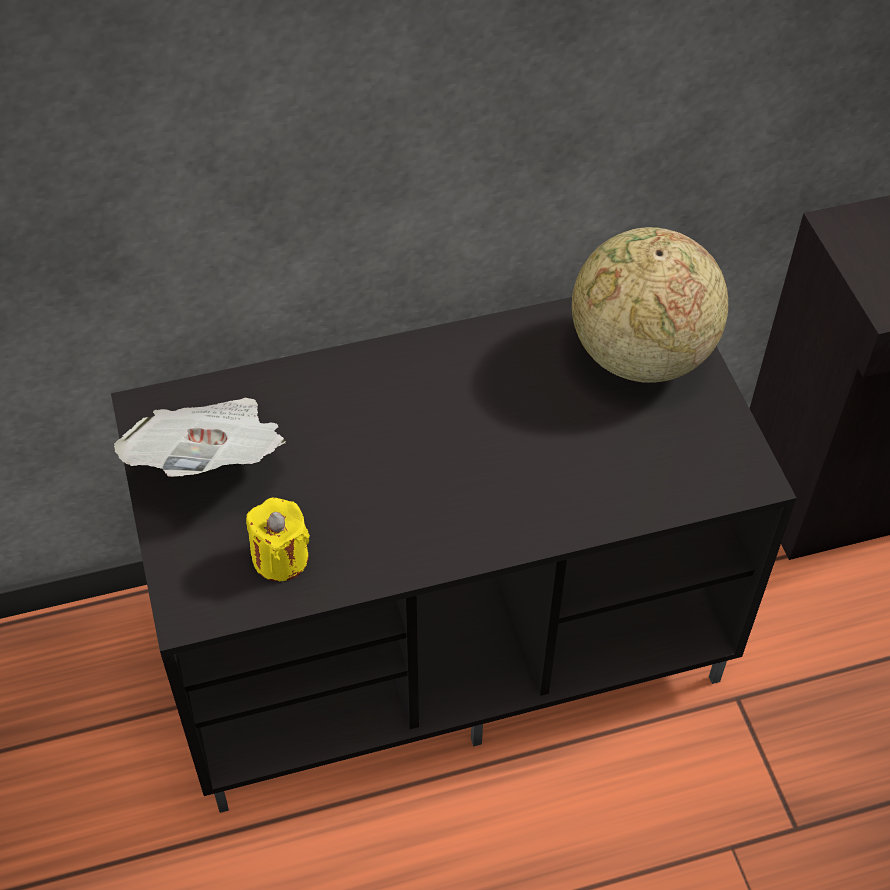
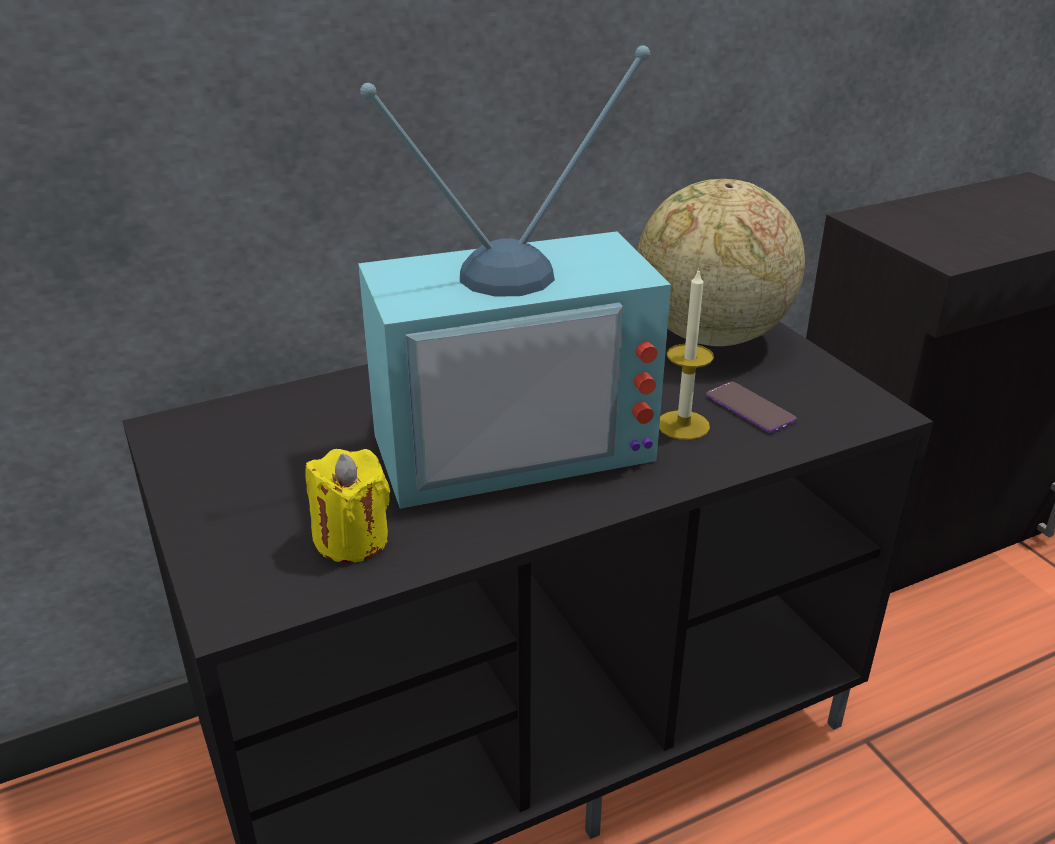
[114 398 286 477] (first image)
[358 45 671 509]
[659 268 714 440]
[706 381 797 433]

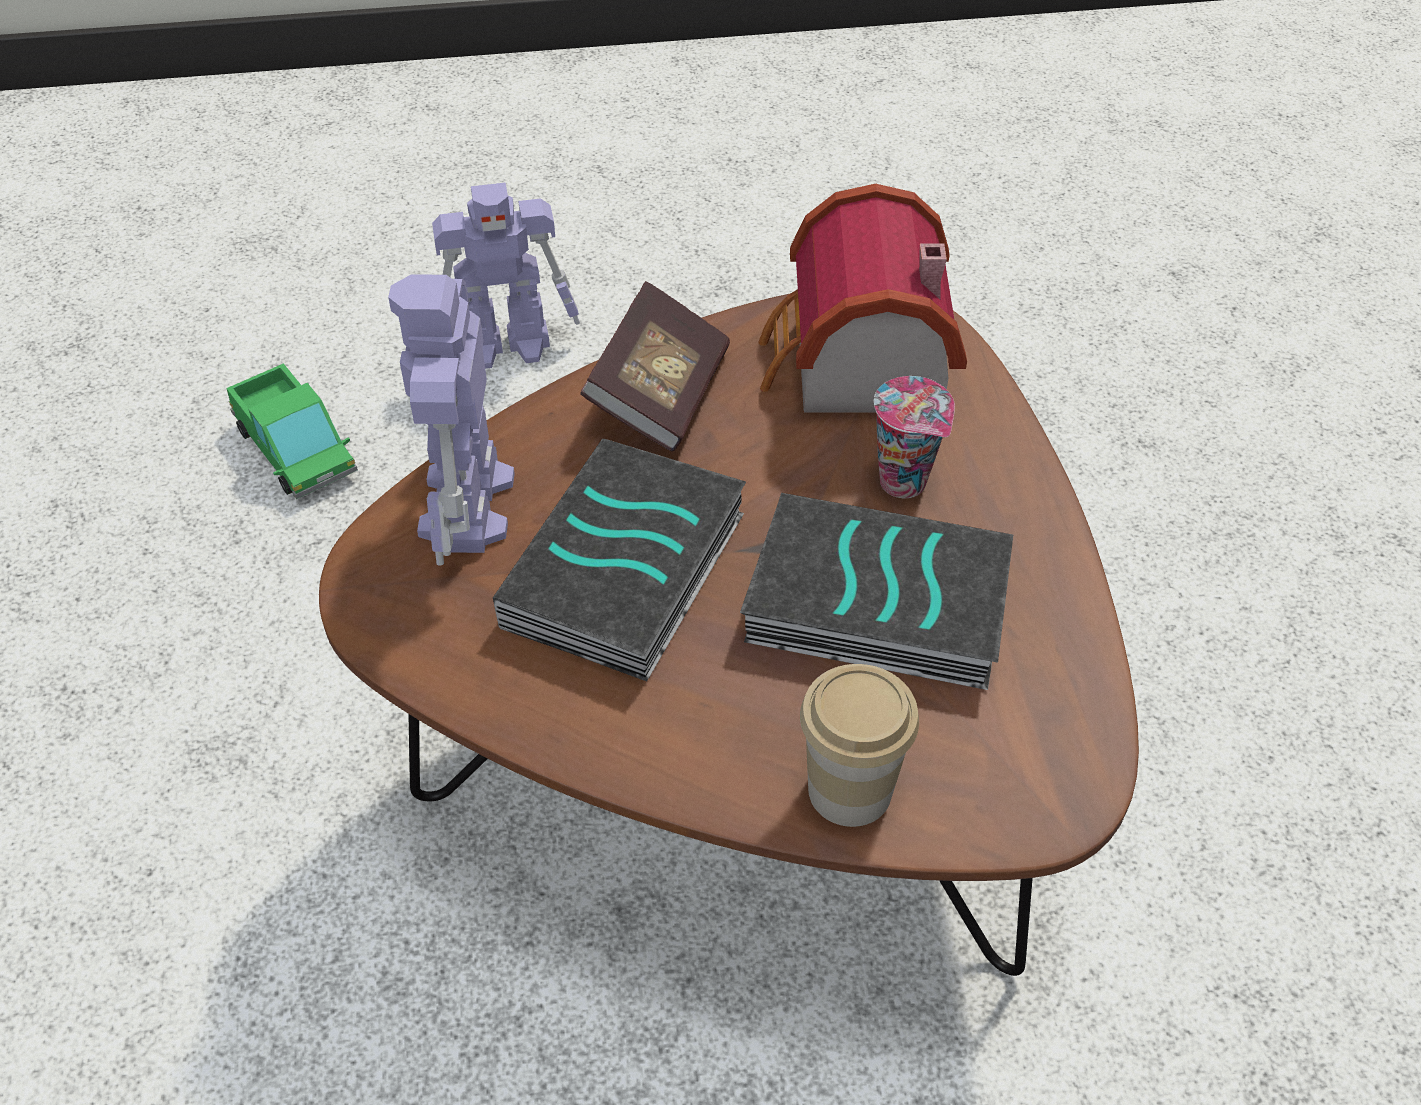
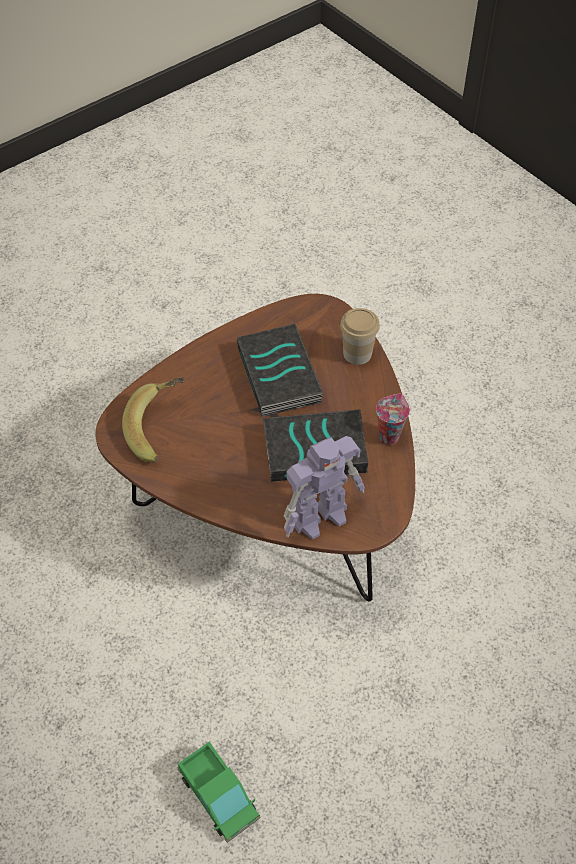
[432 182 580 369] (first image)
[122 377 184 462]
[580 281 730 451] (first image)
[178 742 261 843]
[376 394 410 445]

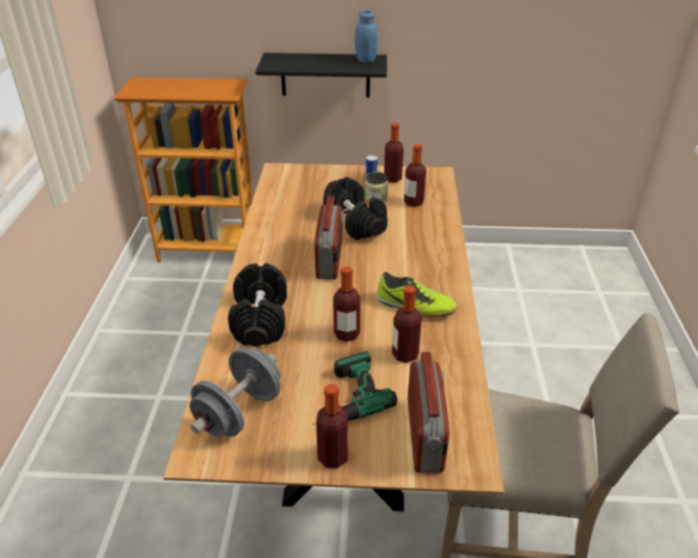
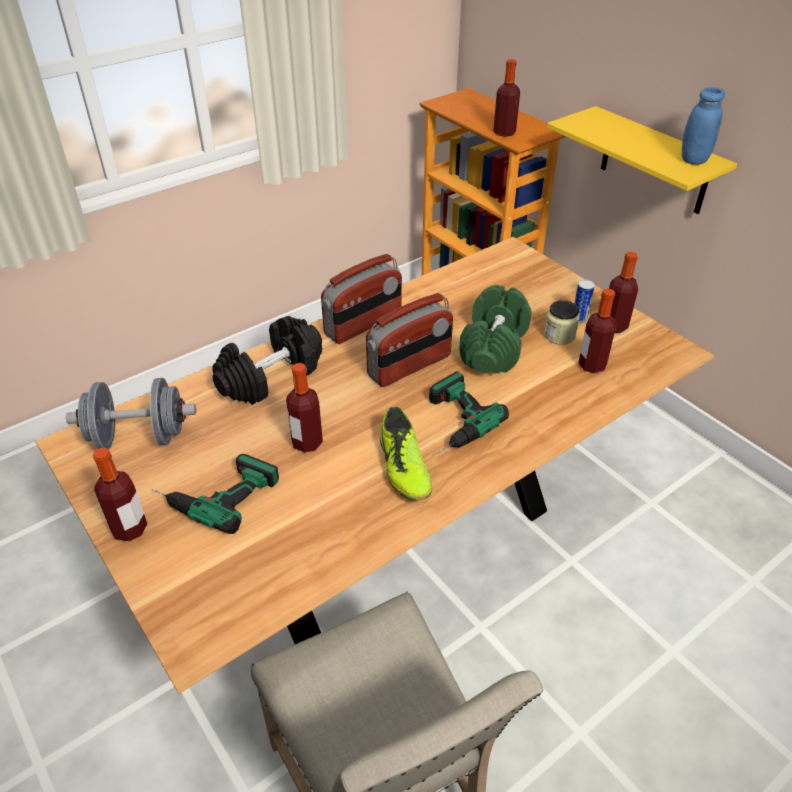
[547 106 737 214]
[459 285 532 373]
[493 59 520 137]
[321 254 402 344]
[429 371 509 454]

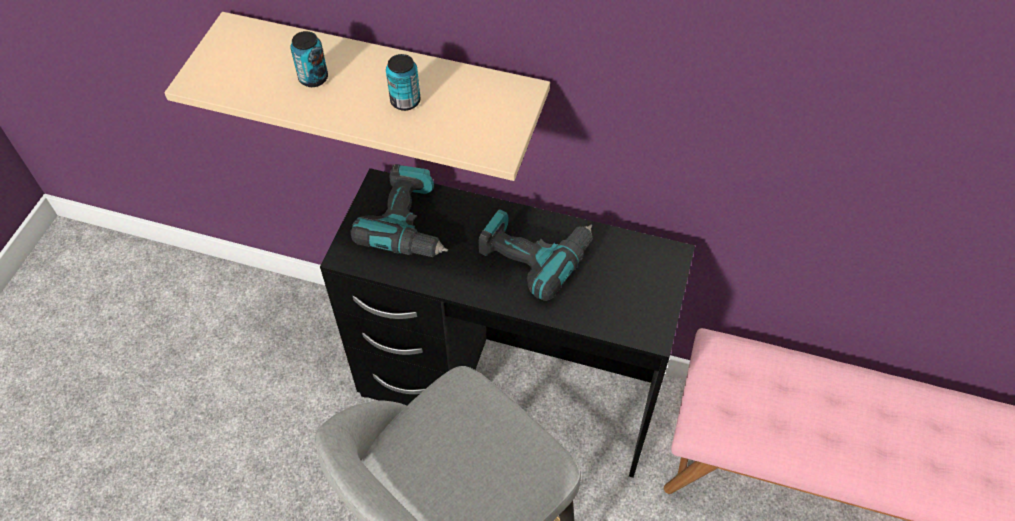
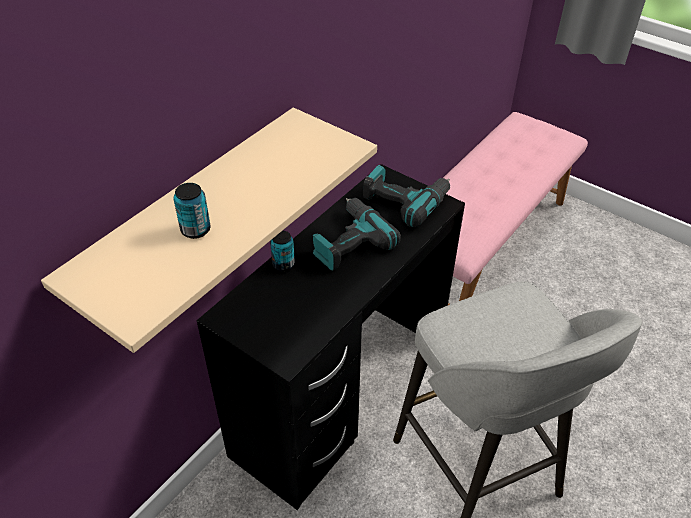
[270 231 295 271]
[363 165 450 227]

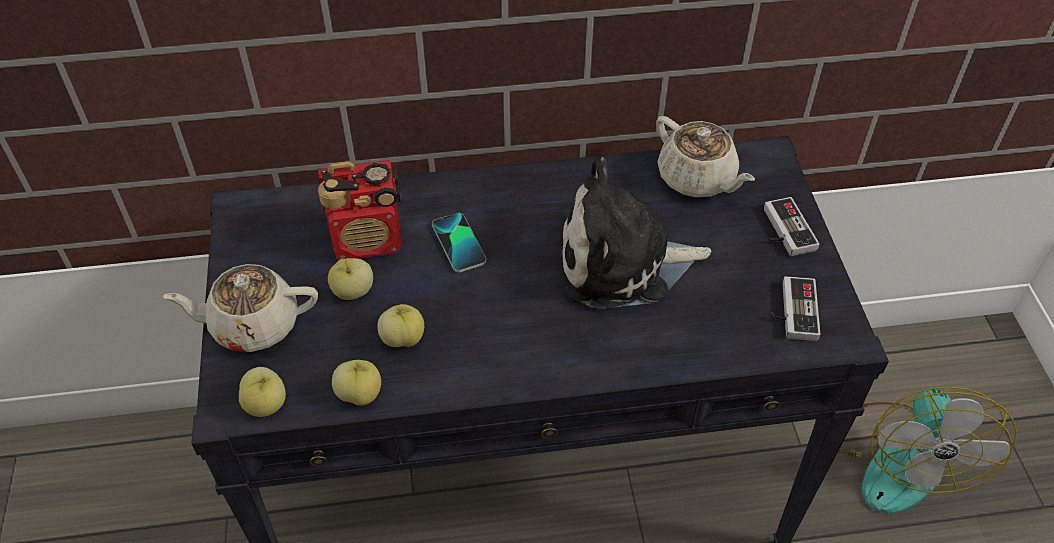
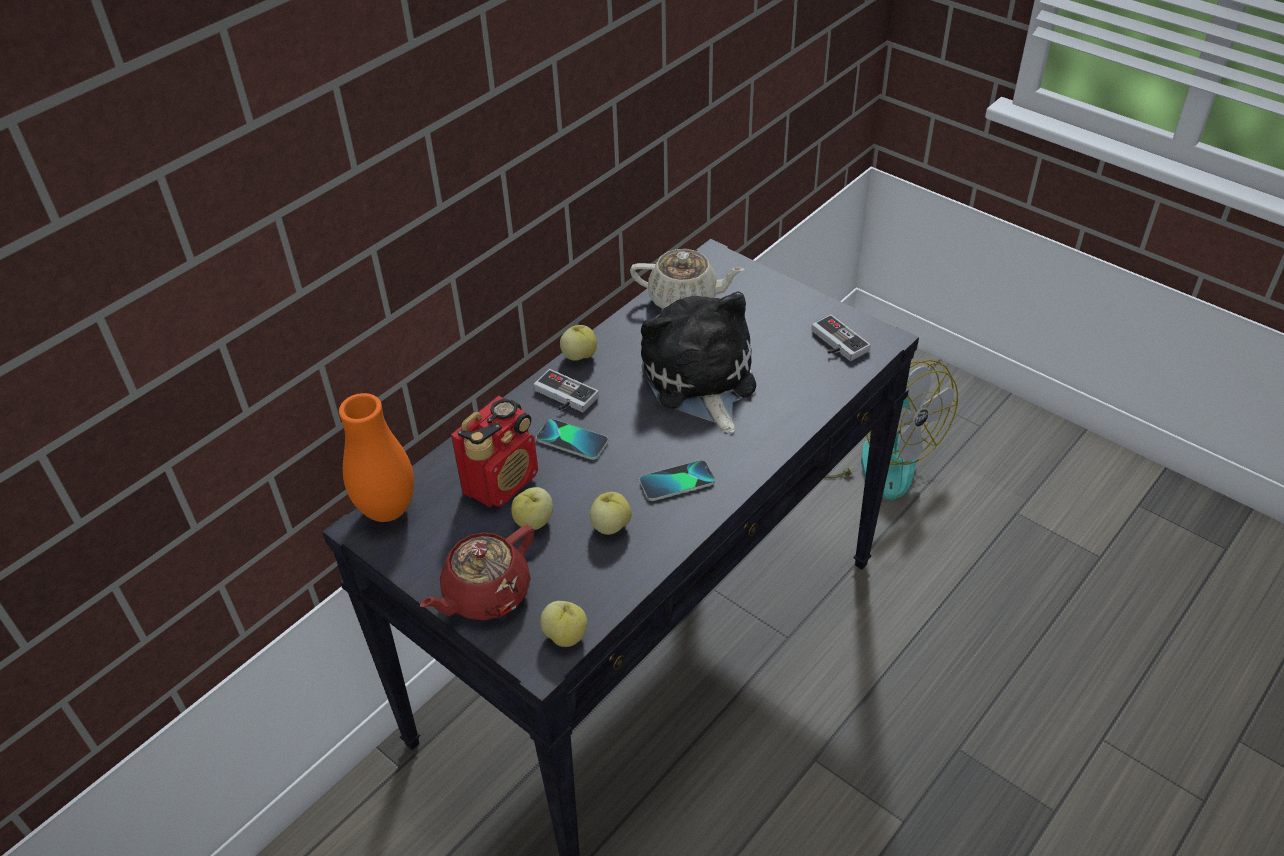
[641 291 756 433]
[534 369 599 412]
[420 525 534 620]
[560 325 597 361]
[339 393 414 522]
[640 460 715 501]

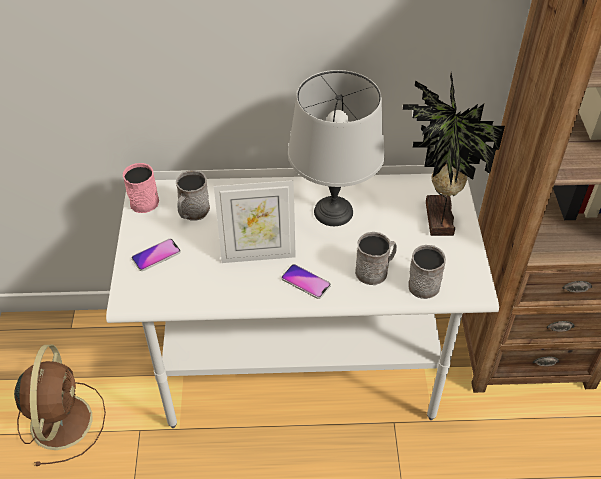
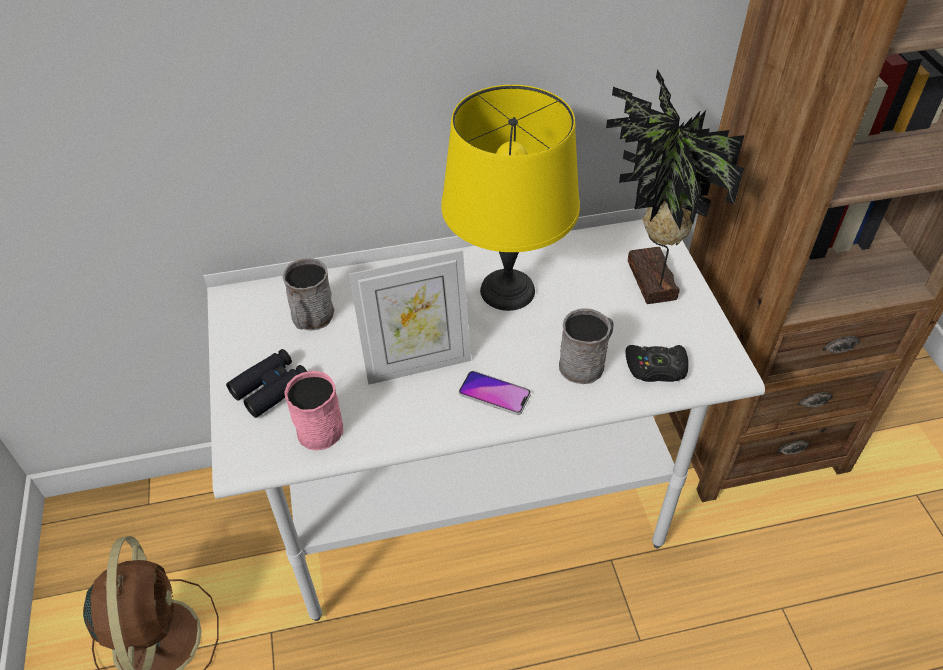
[441 85 580 311]
[284 370 343 450]
[226 349 307 418]
[626 345 689 382]

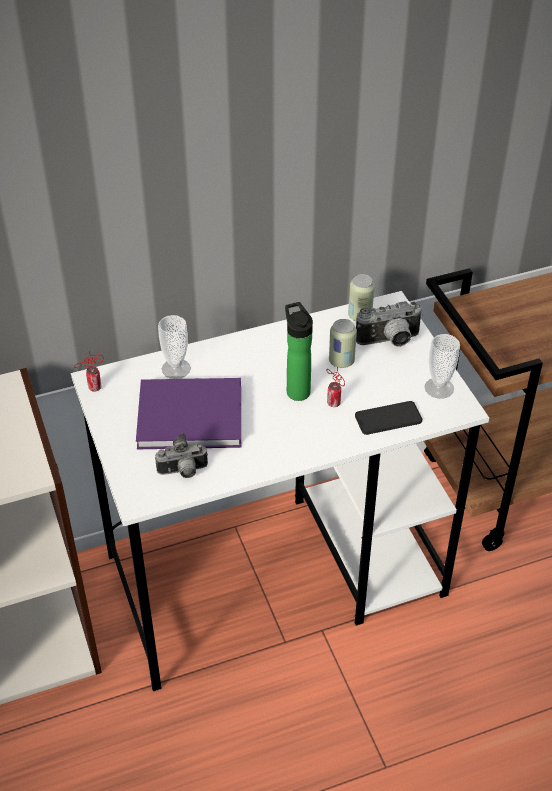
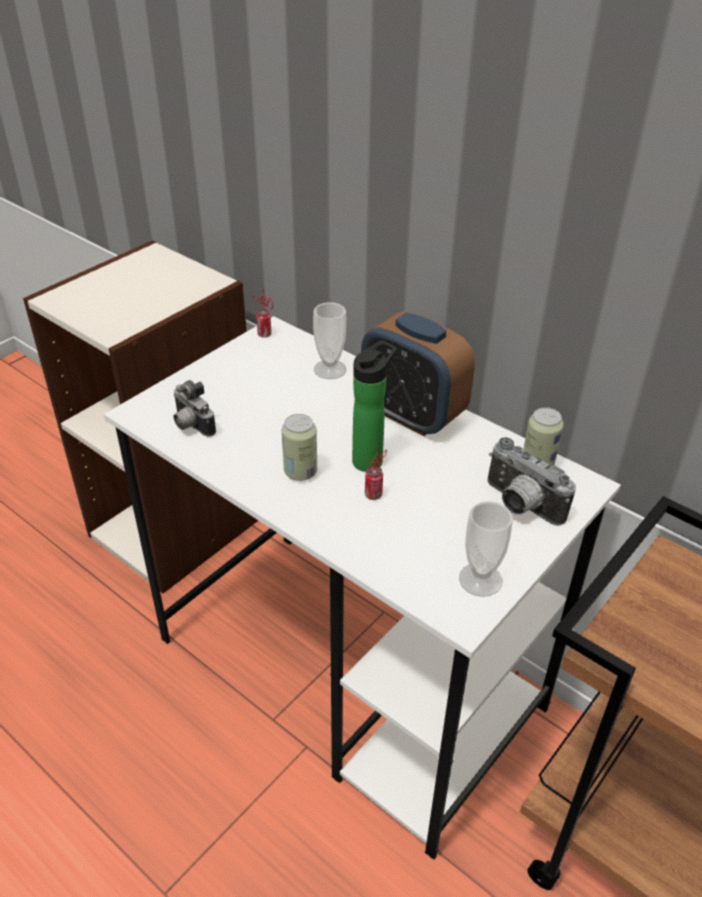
[282 414 317 481]
[136 378 241 449] (first image)
[355 401 422 435] (first image)
[361 311 475 436]

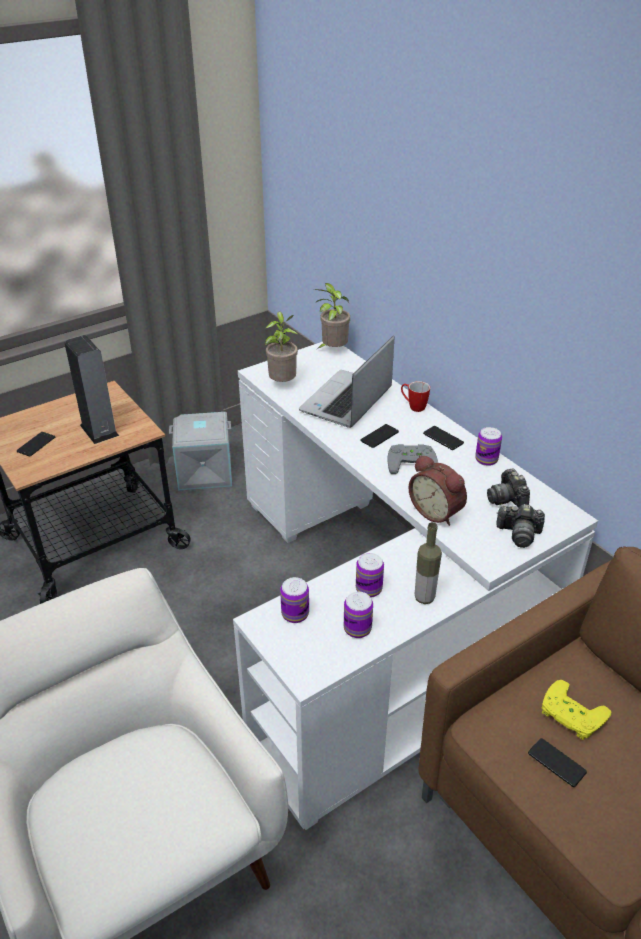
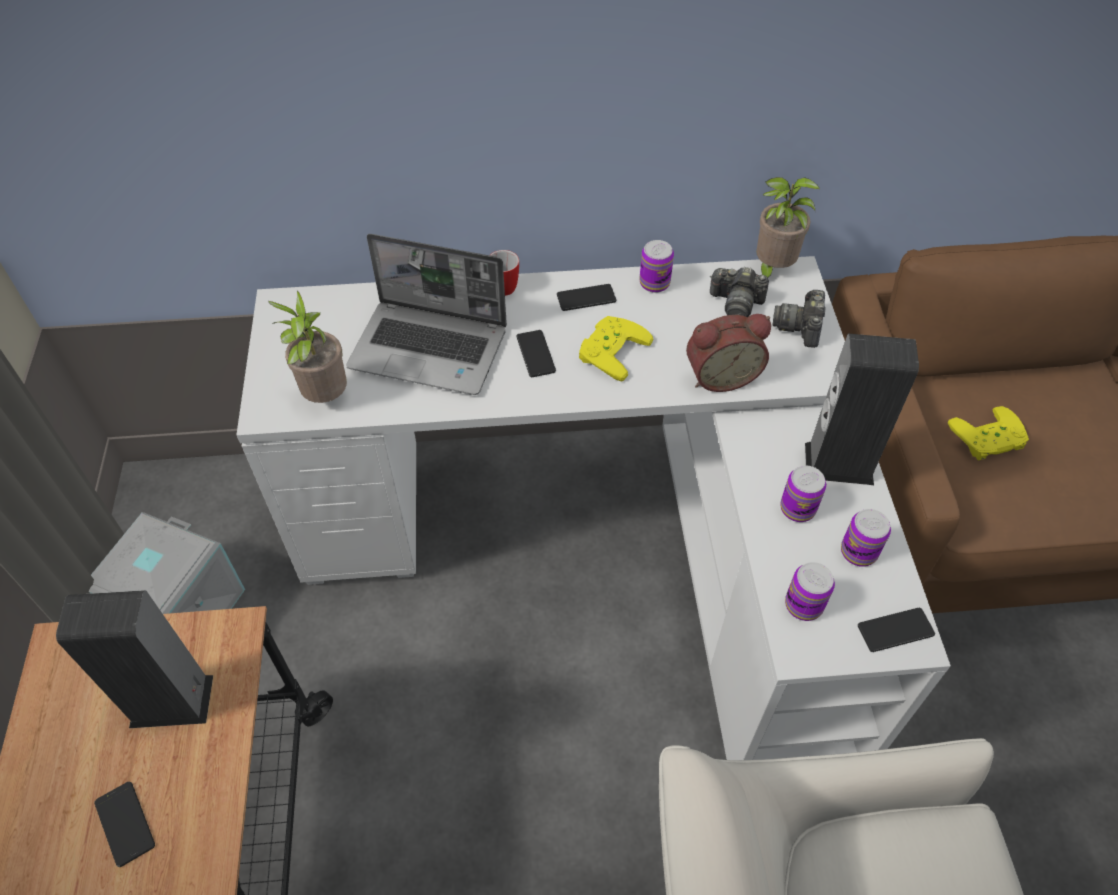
[756 177 820 278]
[346 234 507 395]
[579 316 653 382]
[772 290 826 348]
[805 333 919 485]
[858 608 935 652]

